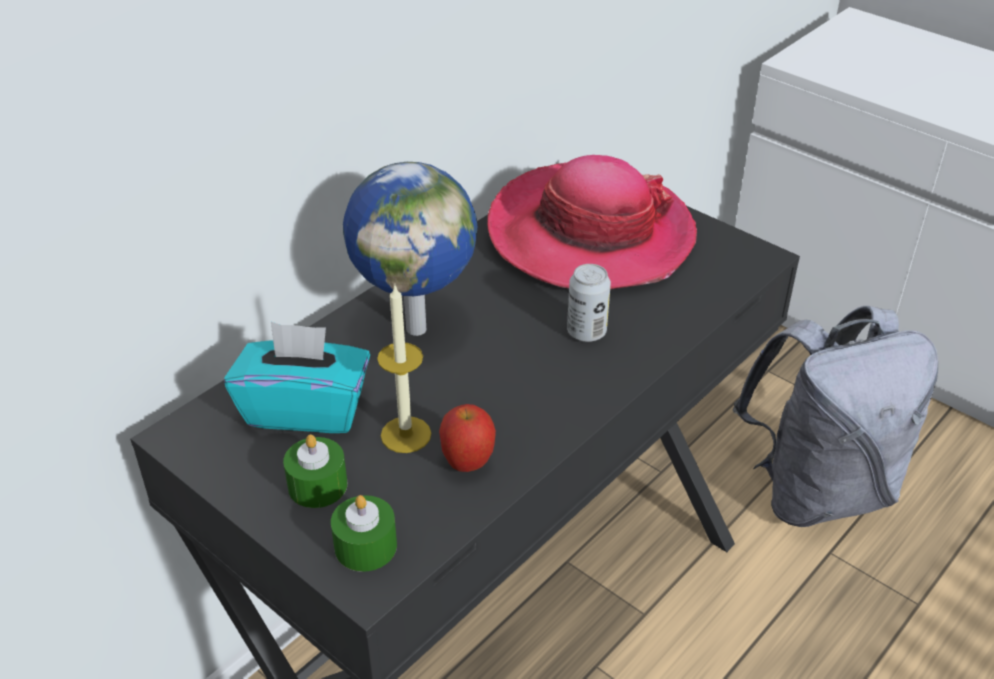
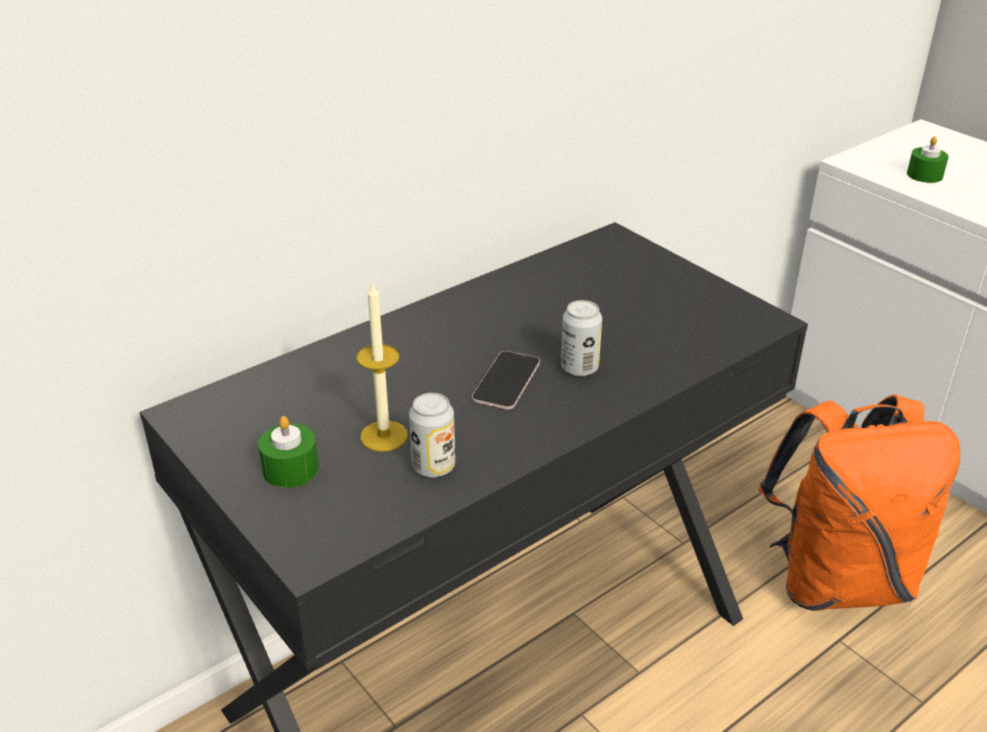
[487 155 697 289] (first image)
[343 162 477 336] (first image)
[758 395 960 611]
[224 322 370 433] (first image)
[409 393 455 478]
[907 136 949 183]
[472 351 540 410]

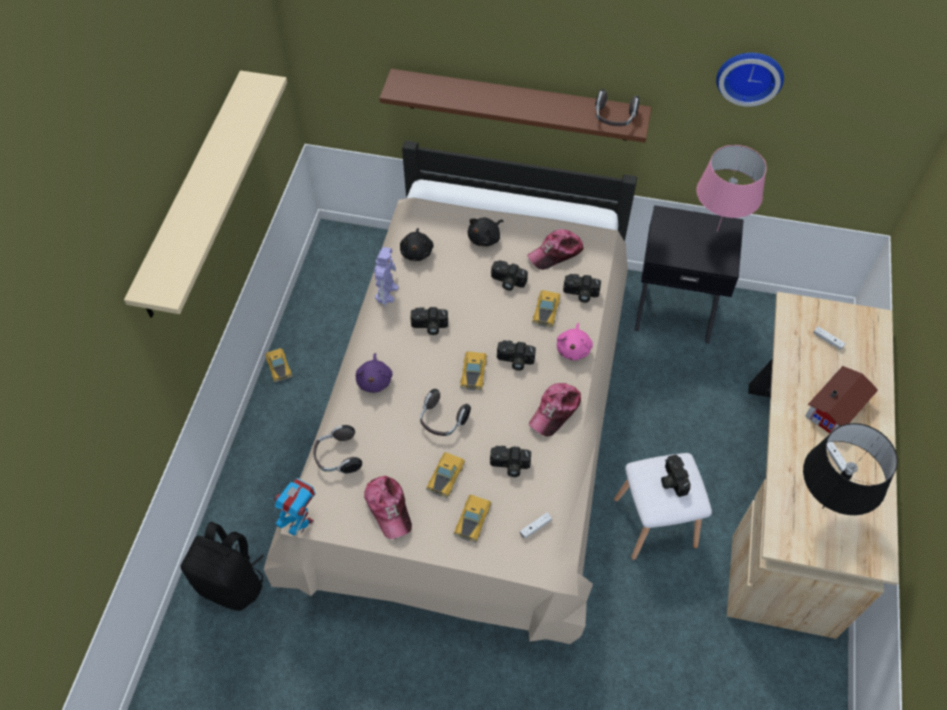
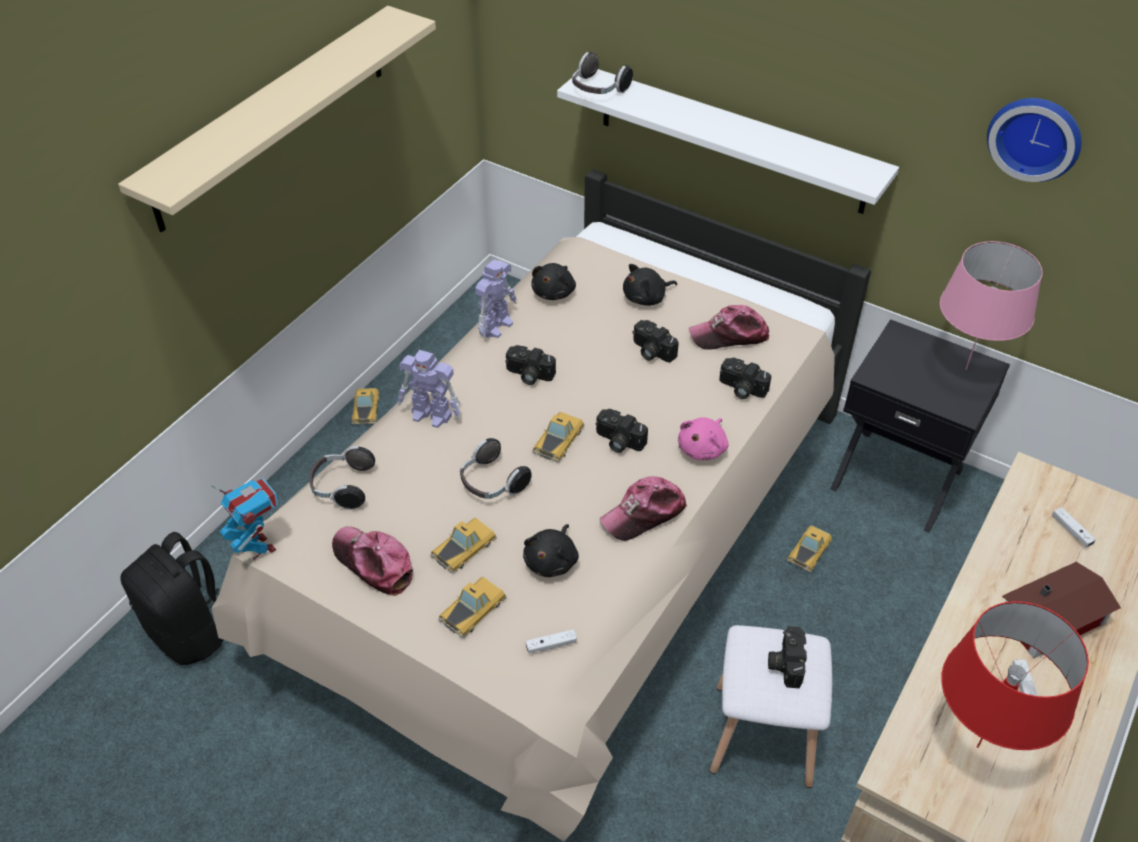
[557 69 899 214]
[572 52 633 94]
[787 526 832 573]
[398 350 461 428]
[941 601 1089 750]
[523 524 579 577]
[332 526 413 596]

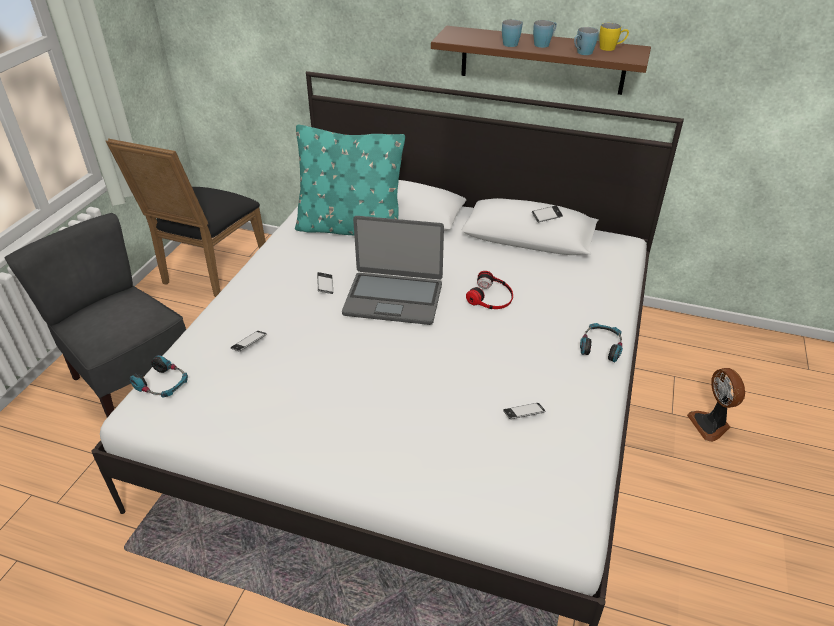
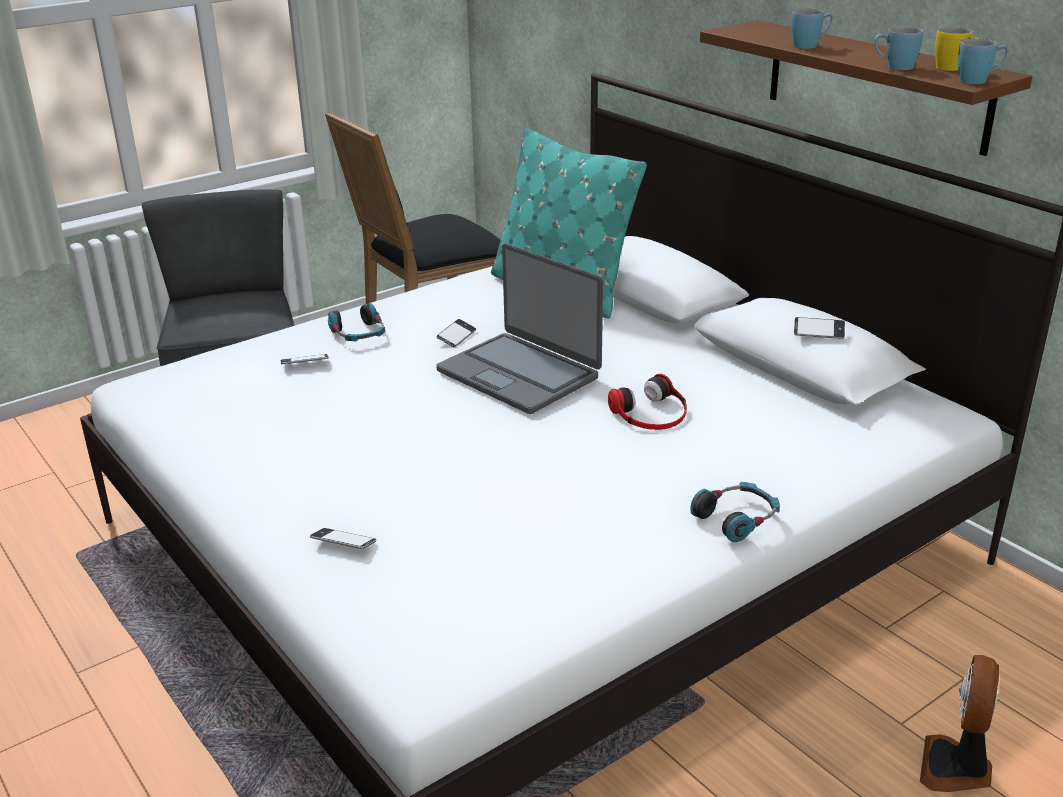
[958 39 1009 84]
[328 303 385 341]
[310 528 376 549]

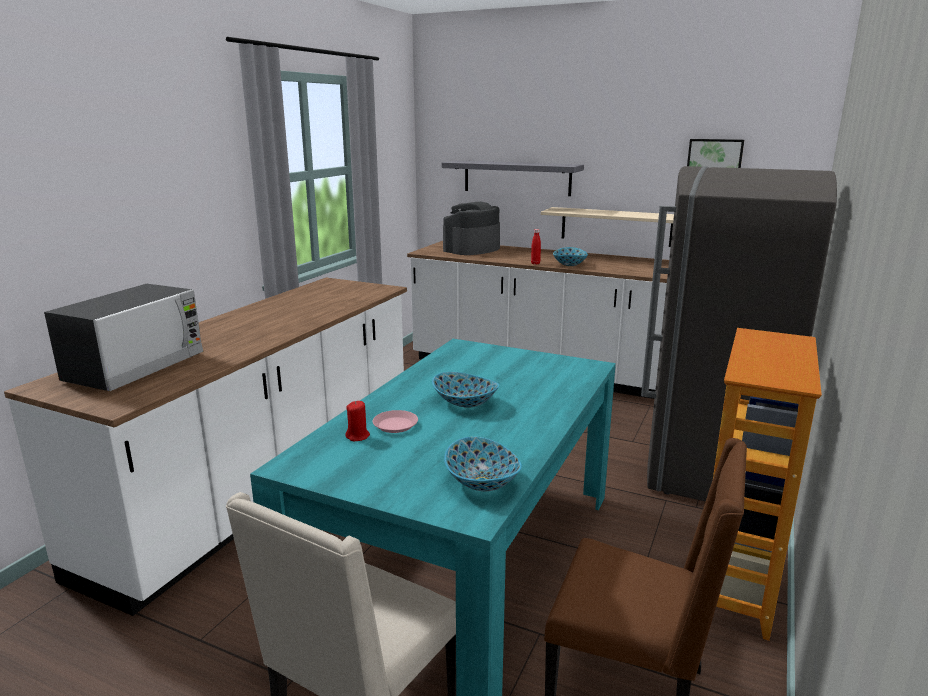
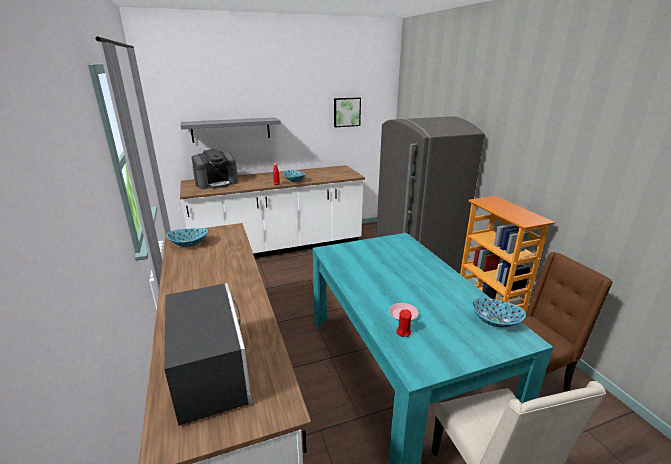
[192 149 238 189]
[541 207 674 247] (first image)
[166 228 208 247]

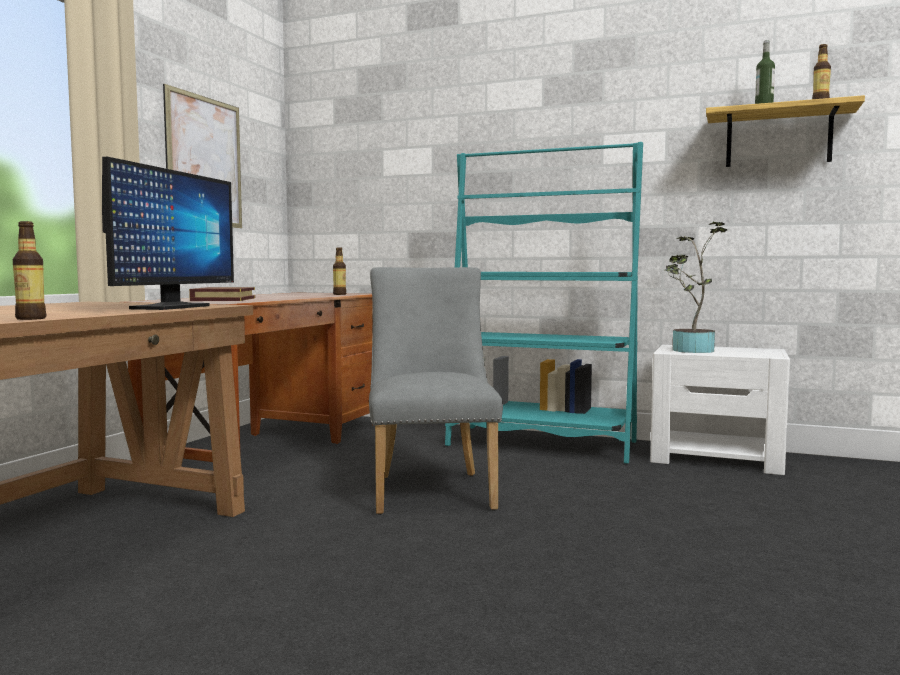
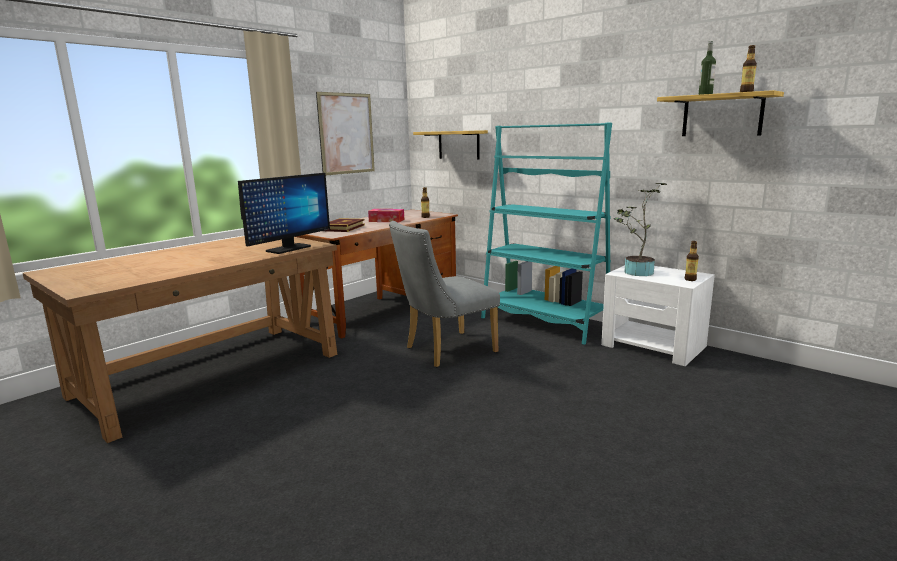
[685 241 699 281]
[389 221 500 367]
[413 130 488 159]
[368 209 404 222]

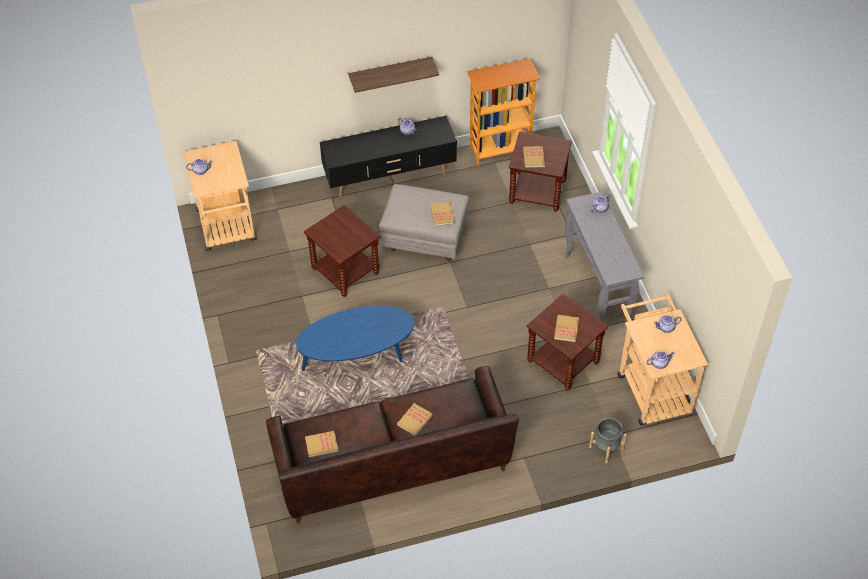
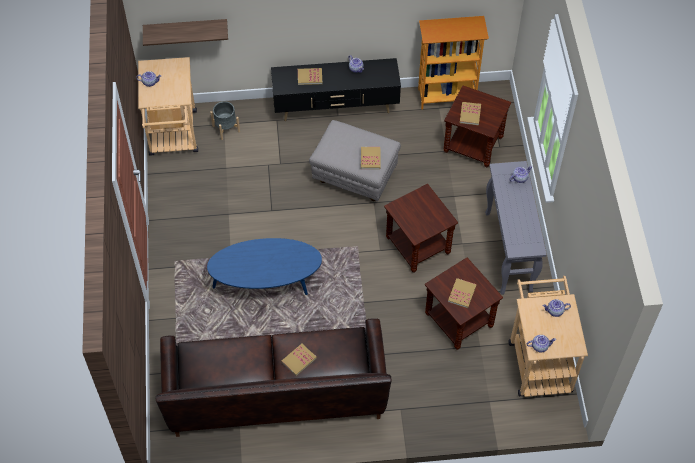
[143 19 228 46]
[384 184 458 273]
[210 101 240 140]
[298 68 322 85]

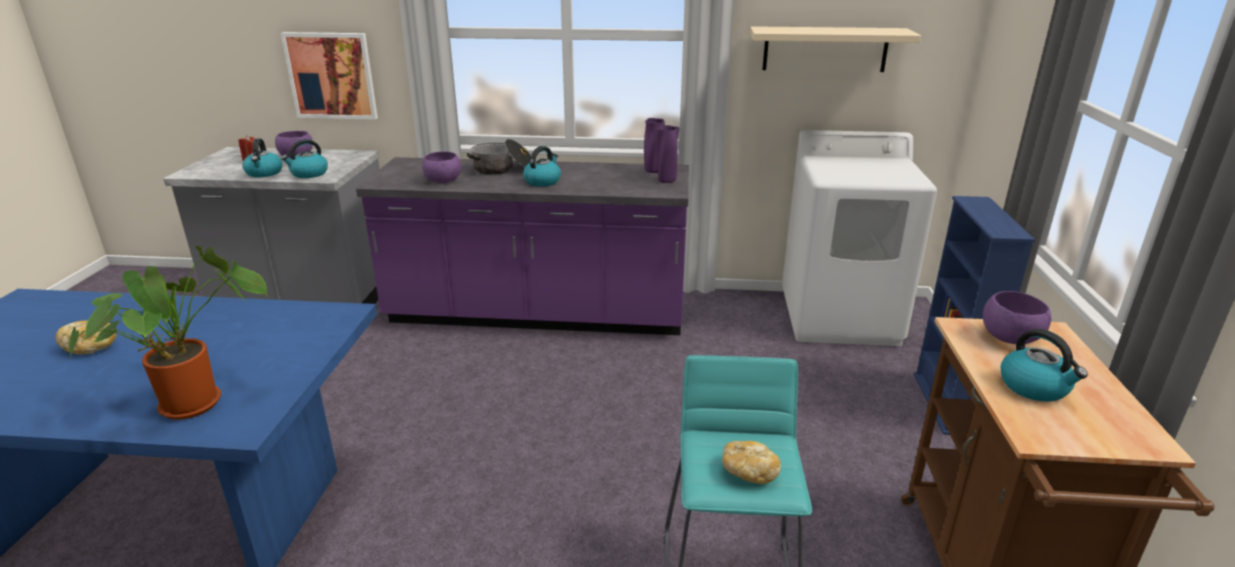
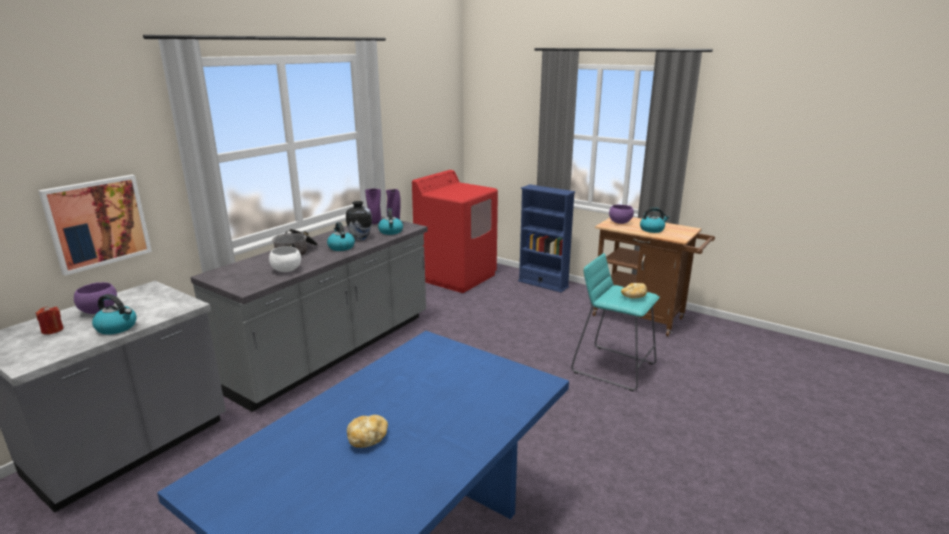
[750 26 921 72] (first image)
[412 170 498 293]
[378 208 403 235]
[269 246 301 272]
[191 216 428 412]
[69 246 267 420] (first image)
[346 201 372 240]

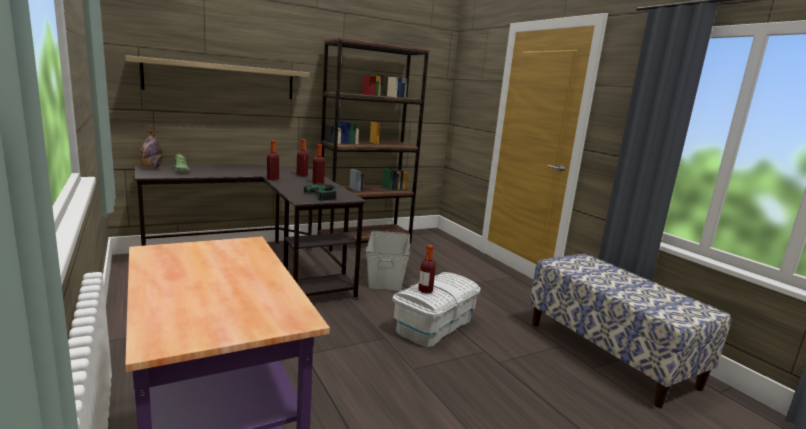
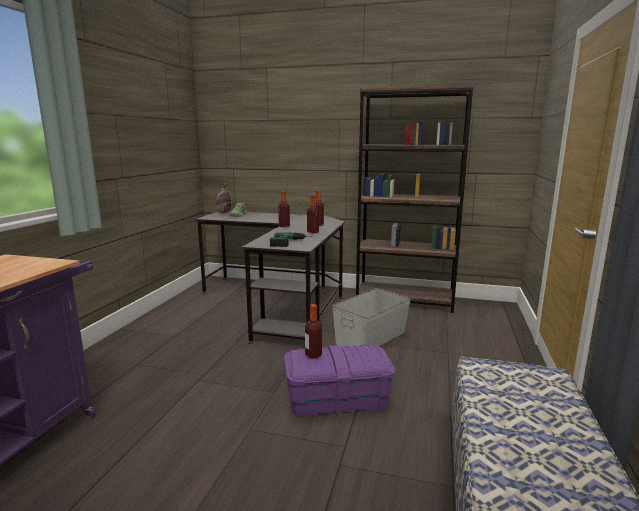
[125 55 310 99] (first image)
[284 344 395 418]

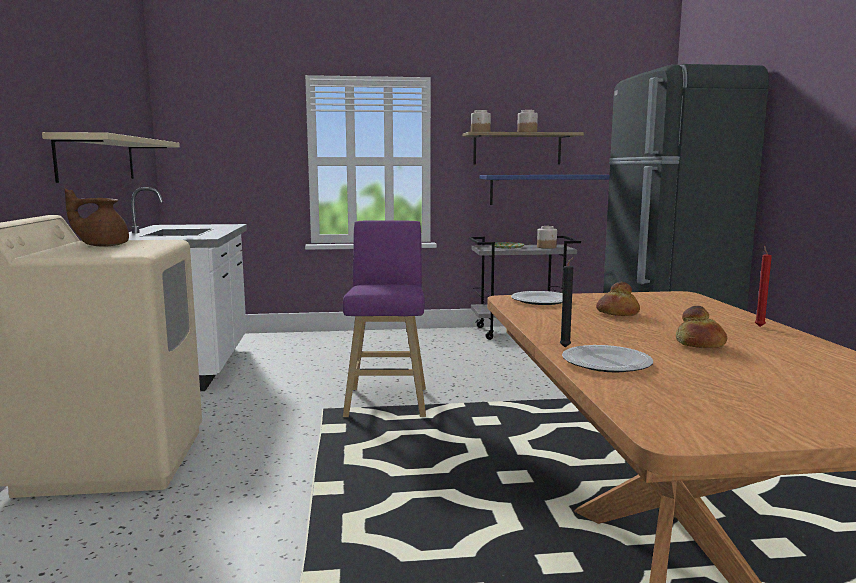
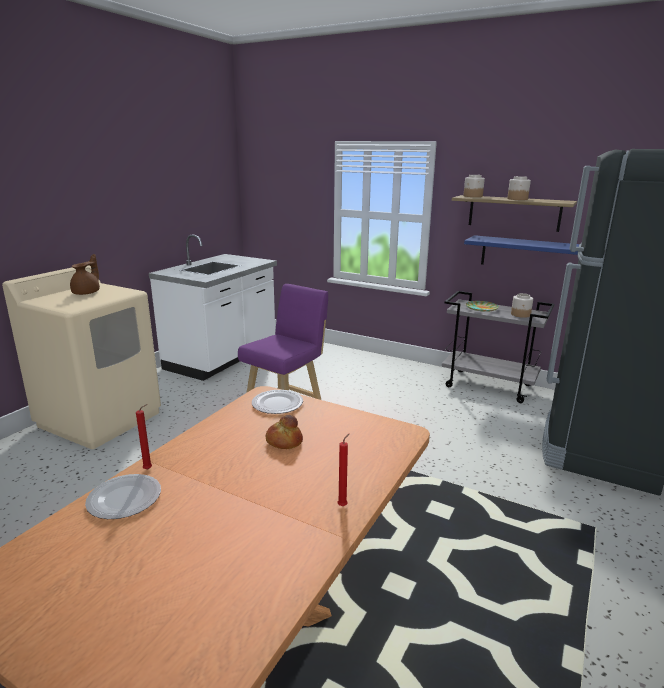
[42 132 180 183] (first image)
[70 254 100 295]
[136 404 152 470]
[676 306 727 348] (first image)

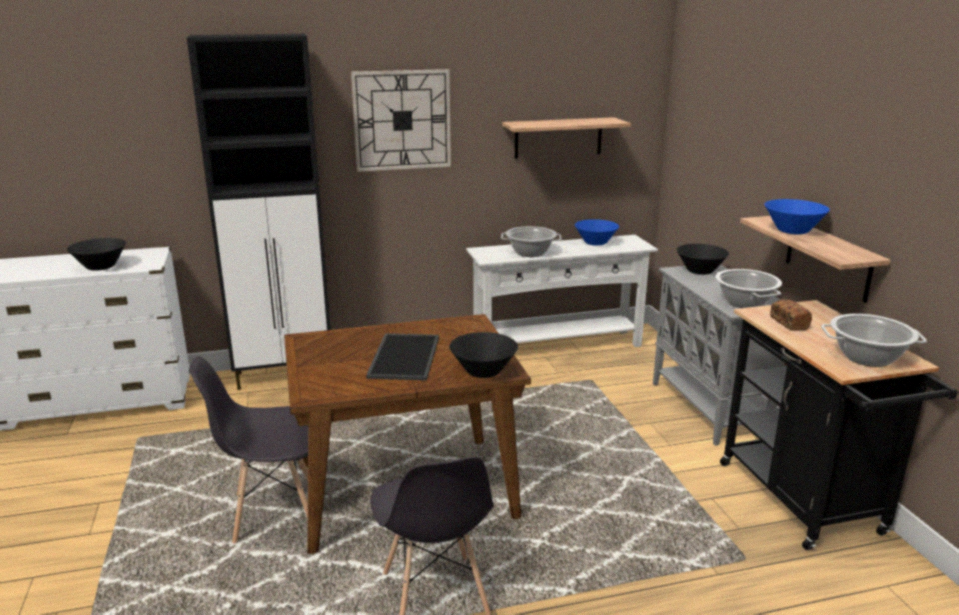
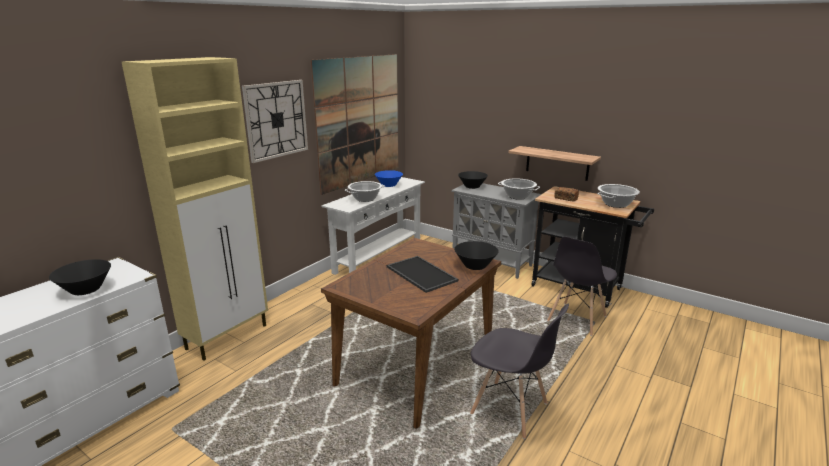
[122 57 268 361]
[311 54 398 195]
[765 199 830 234] (first image)
[547 237 617 336]

